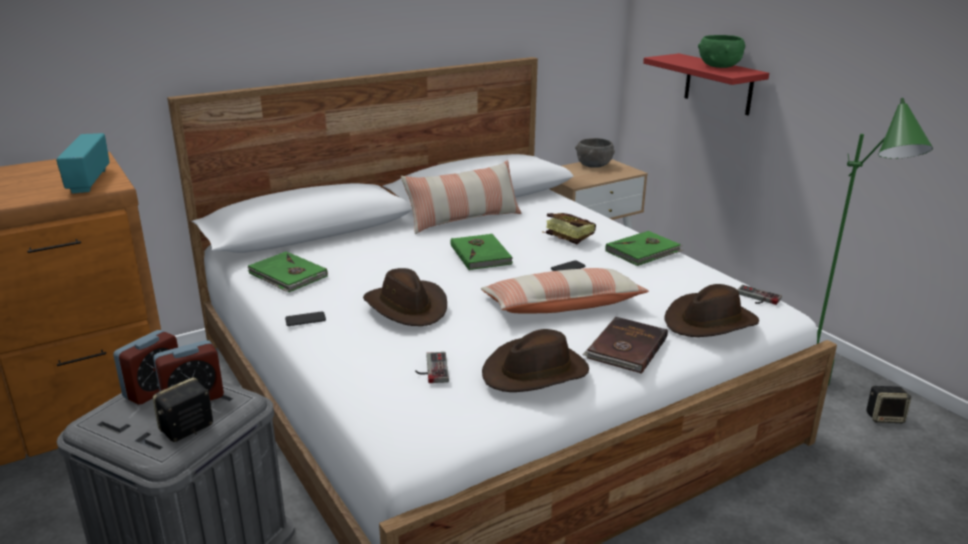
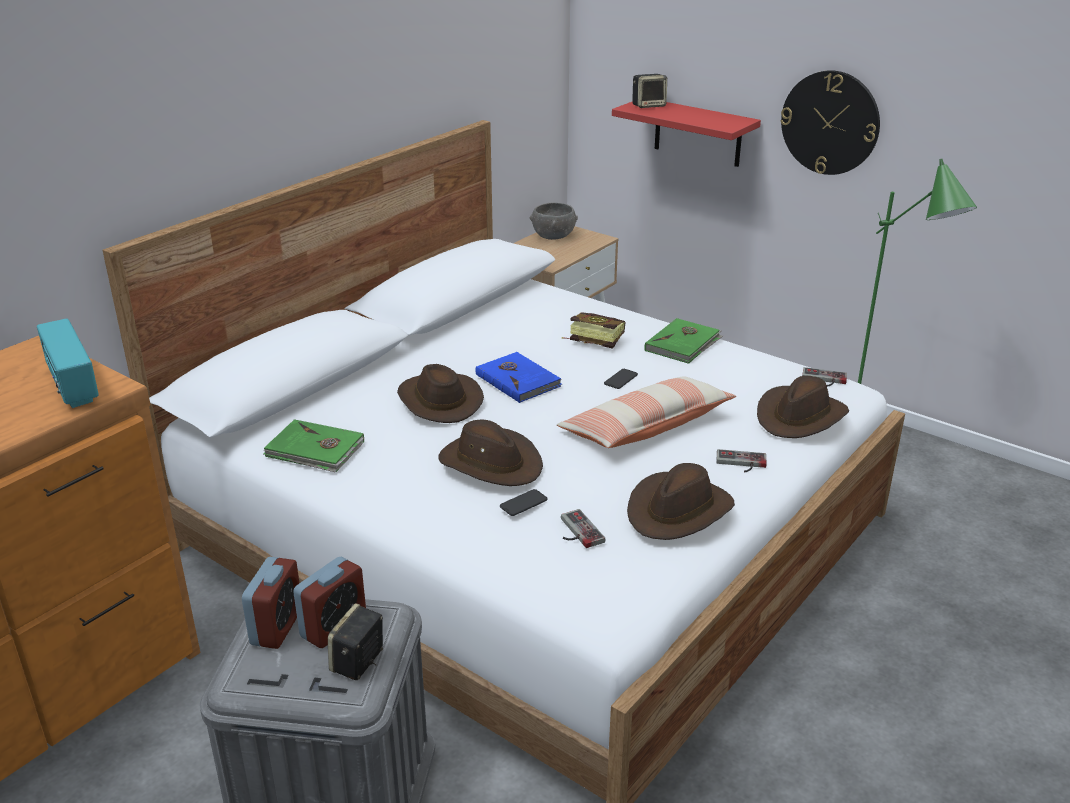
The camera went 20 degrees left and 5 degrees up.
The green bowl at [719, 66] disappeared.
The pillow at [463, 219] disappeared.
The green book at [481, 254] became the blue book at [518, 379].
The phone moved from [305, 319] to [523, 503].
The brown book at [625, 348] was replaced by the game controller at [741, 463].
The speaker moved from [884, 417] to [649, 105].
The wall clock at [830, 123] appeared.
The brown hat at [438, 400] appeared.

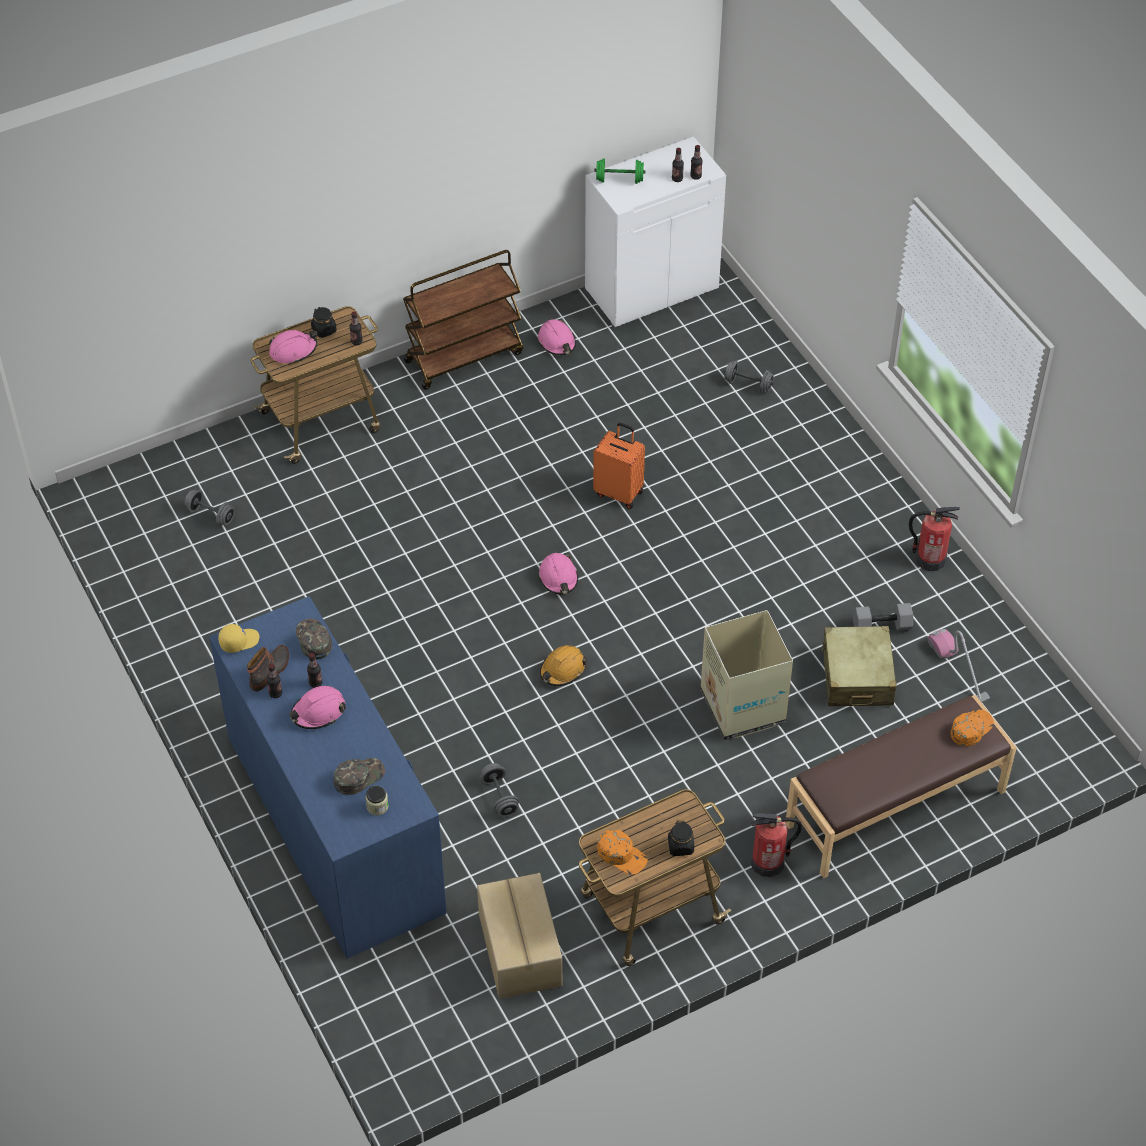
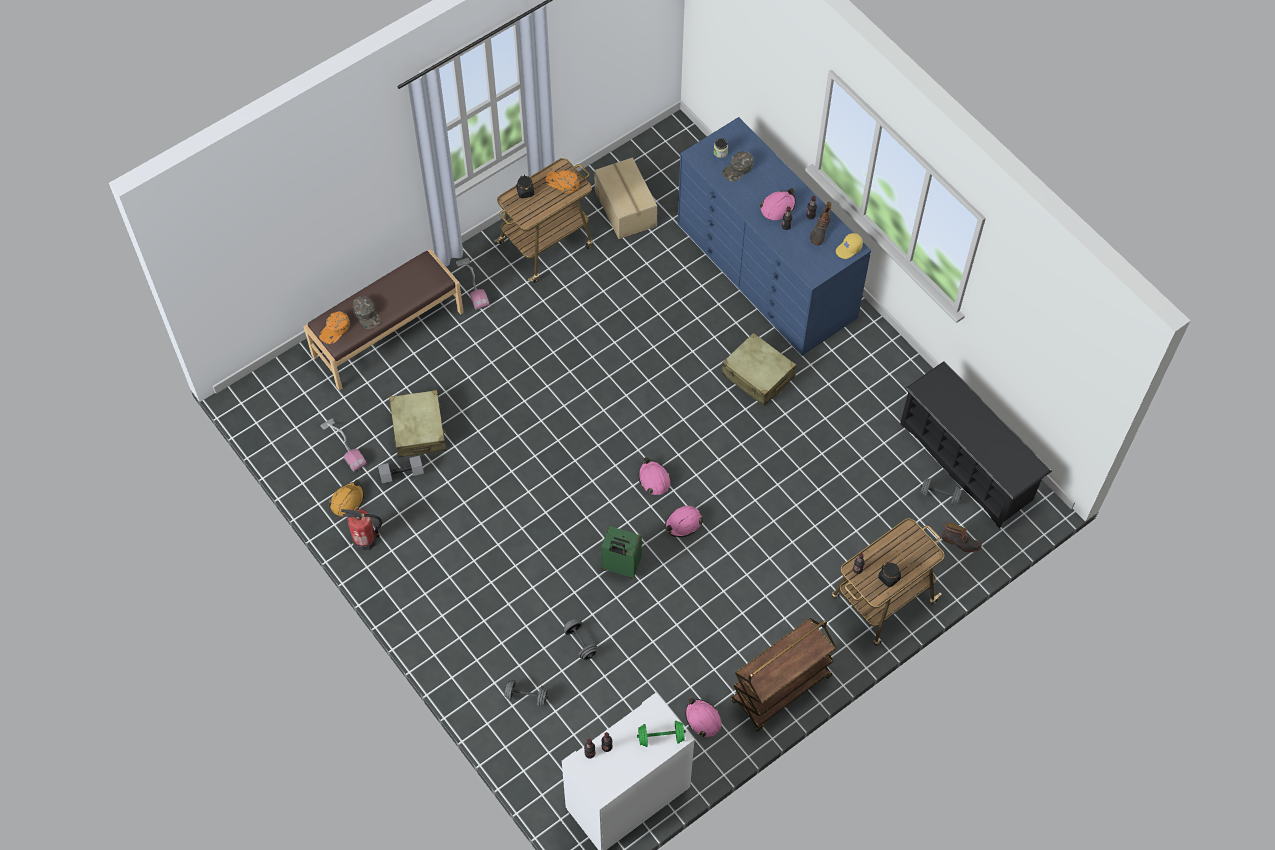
The camera went 170 degrees right and 10 degrees up.
The pink hard hat moved from [293, 351] to [683, 523].
The orange suitcase at [619, 492] became the green suitcase at [620, 566].
The cardboard box at [743, 708] disappeared.
The green cap moved from [313, 640] to [367, 314].
The orange hard hat moved from [562, 670] to [347, 501].
The grey dumbbell moved from [499, 797] to [580, 643].
The fire extinguisher at [768, 862] was replaced by the vacuum cleaner at [472, 284].
The beige suitcase at [758, 376] appeared.
The black shoe rack at [966, 462] appeared.
The boot at [960, 543] appeared.

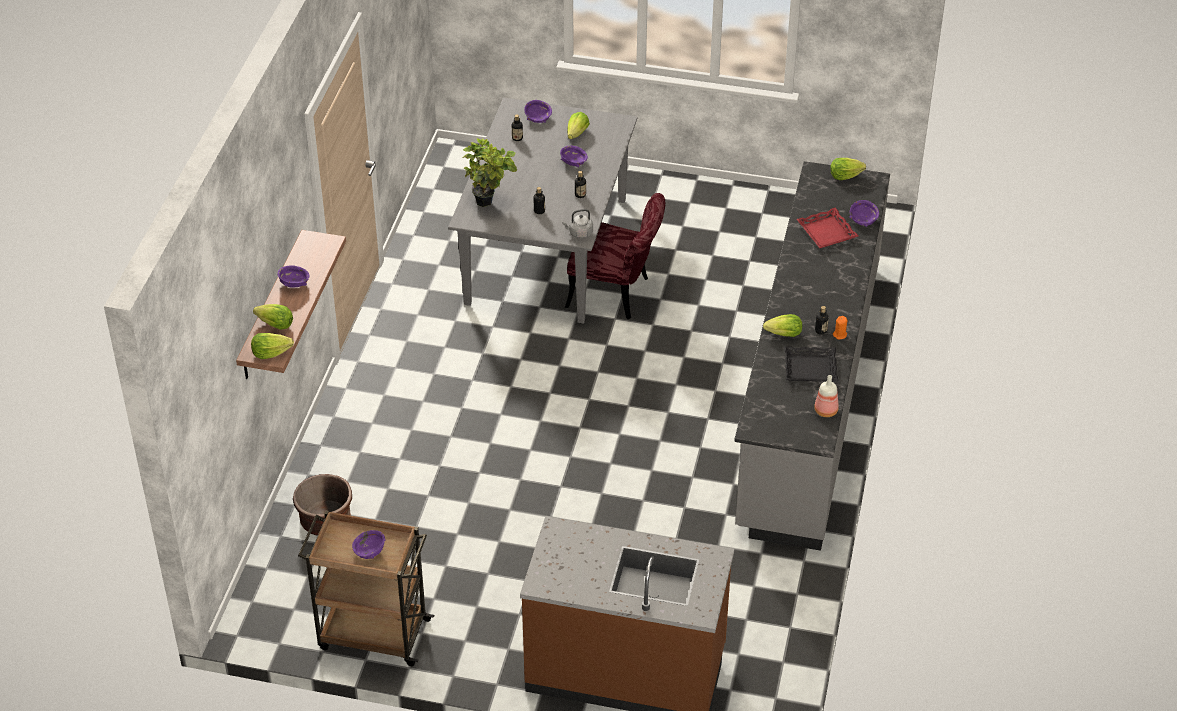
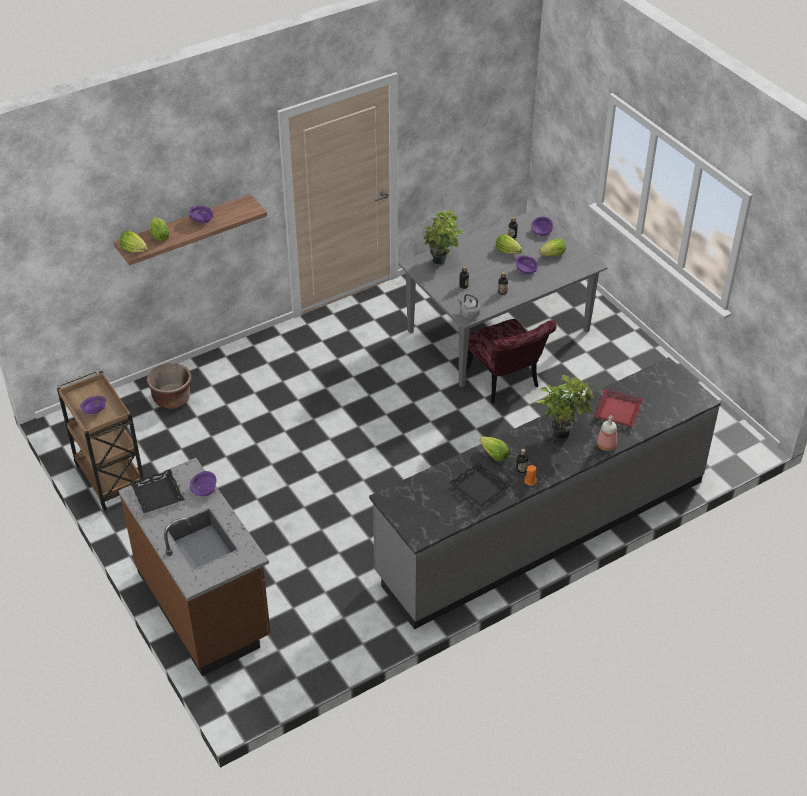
The camera went 45 degrees right and 0 degrees up.
The lettuce moved from [845, 176] to [507, 251].
The purple bowl moved from [863, 220] to [204, 490].
The bottle moved from [825, 410] to [606, 445].
The potted plant at [561, 431] appeared.
The black tray at [157, 495] appeared.

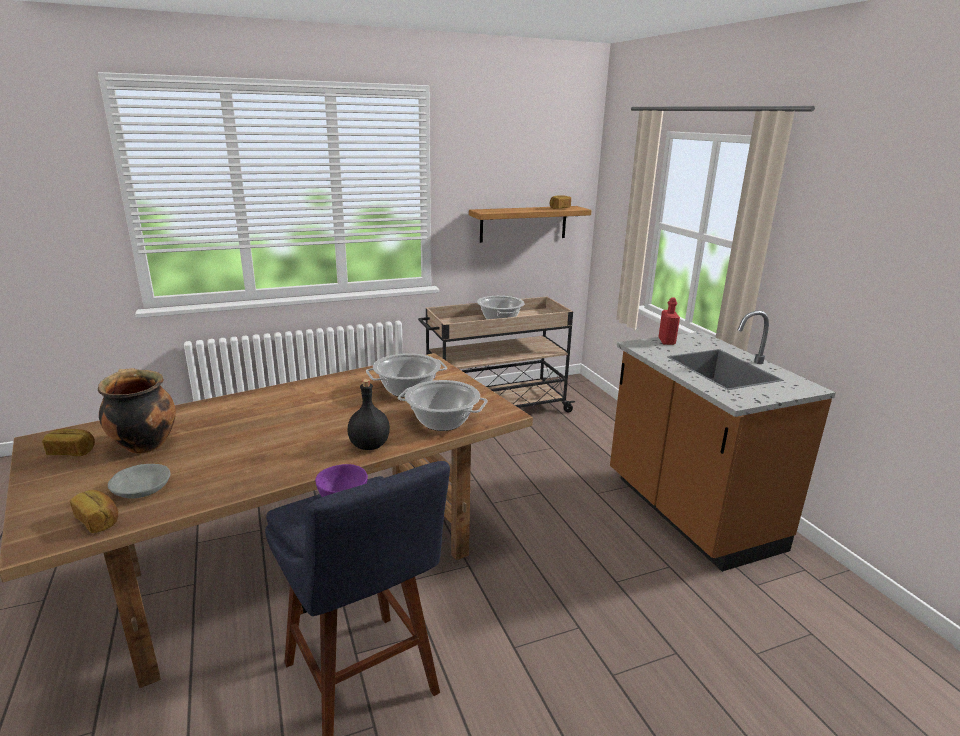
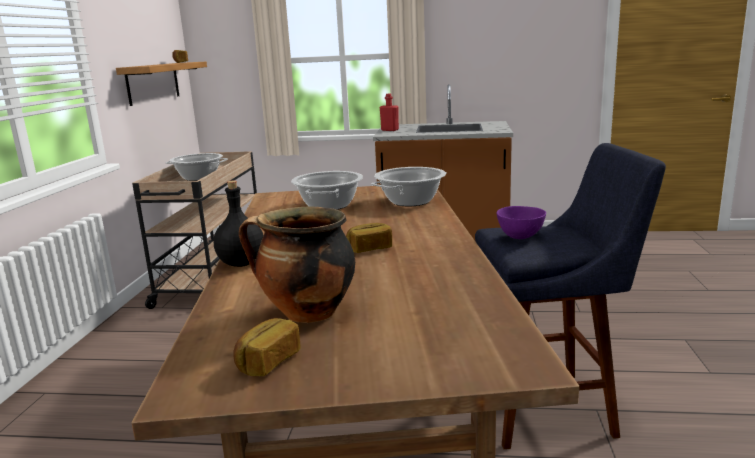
The camera went 60 degrees left and 5 degrees down.
The black bottle moved from [369, 446] to [242, 263].
The grey bowl at [141, 488] disappeared.
The bread moved from [99, 520] to [370, 248].

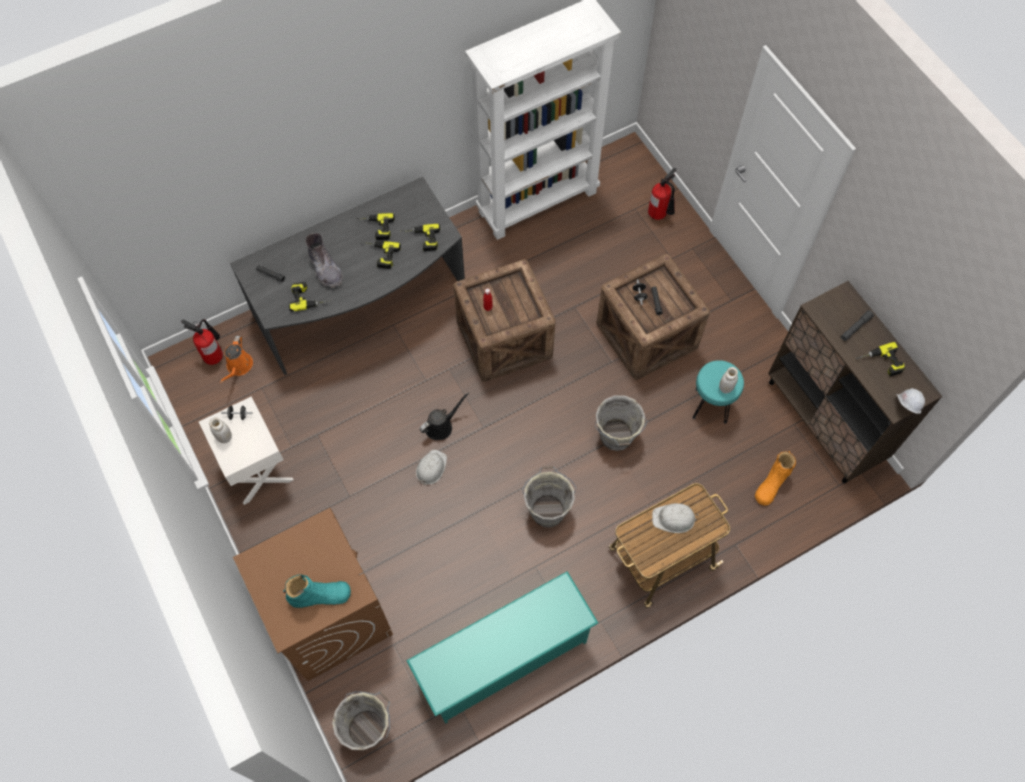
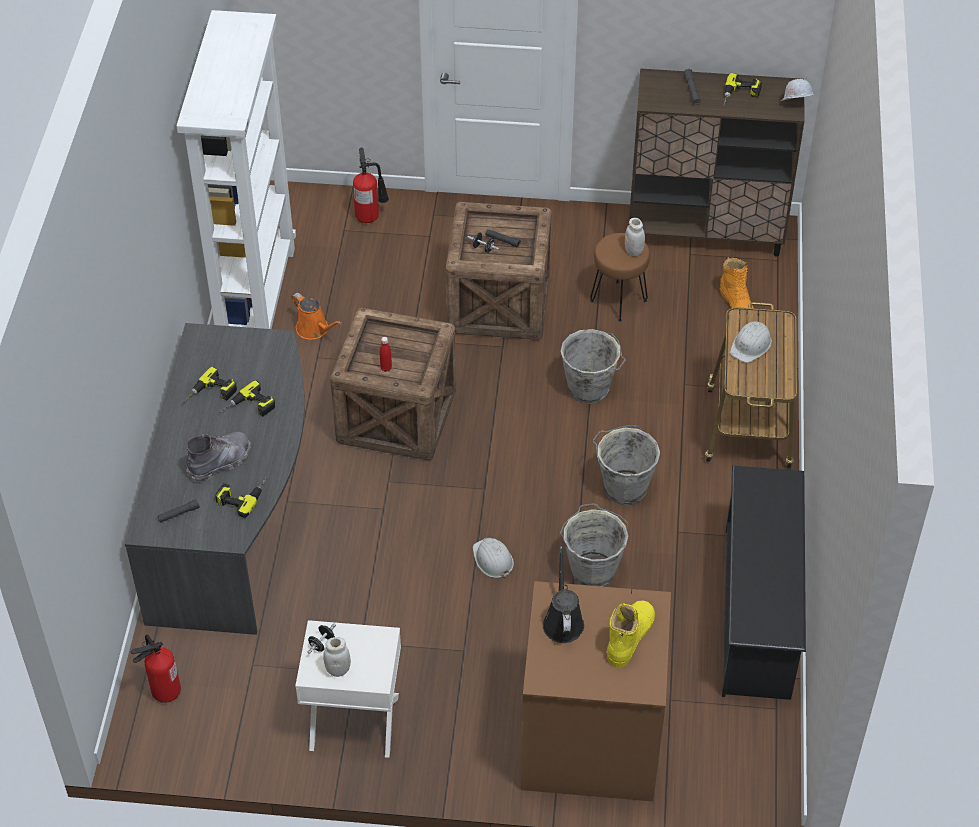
The camera went 55 degrees left and 15 degrees down.
The power drill at [421, 240] disappeared.
The grey boot at [325, 269] turned 45 degrees counterclockwise.
The orange watering can moved from [239, 366] to [314, 329].
The turquoise stool at [711, 406] became the brown stool at [619, 301].
The black watering can moved from [441, 426] to [562, 621].
The turquoise shoe rack at [503, 659] became the black shoe rack at [757, 612].
The turquoise boot at [320, 596] became the yellow boot at [629, 637].
The grey bucket moved from [368, 727] to [592, 569].

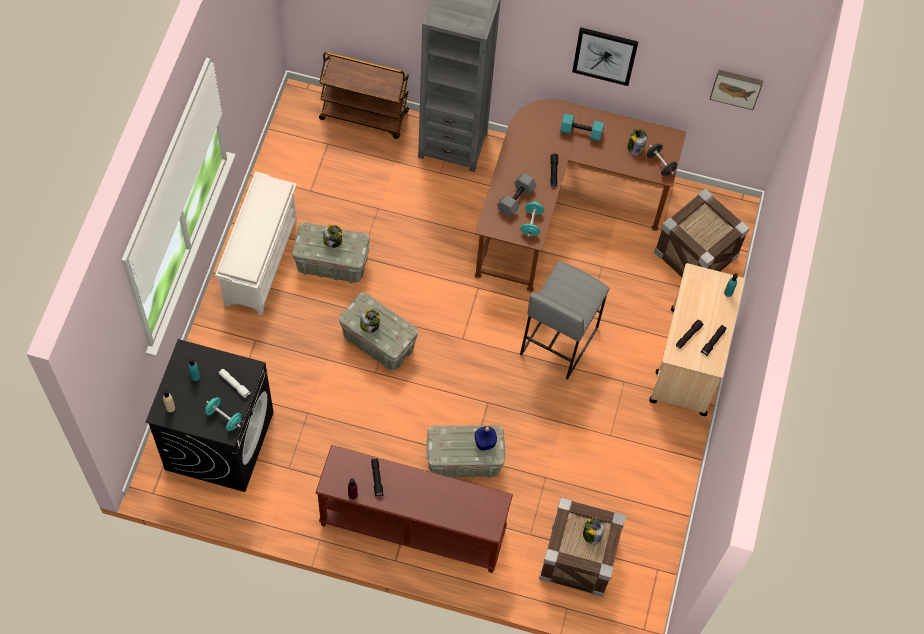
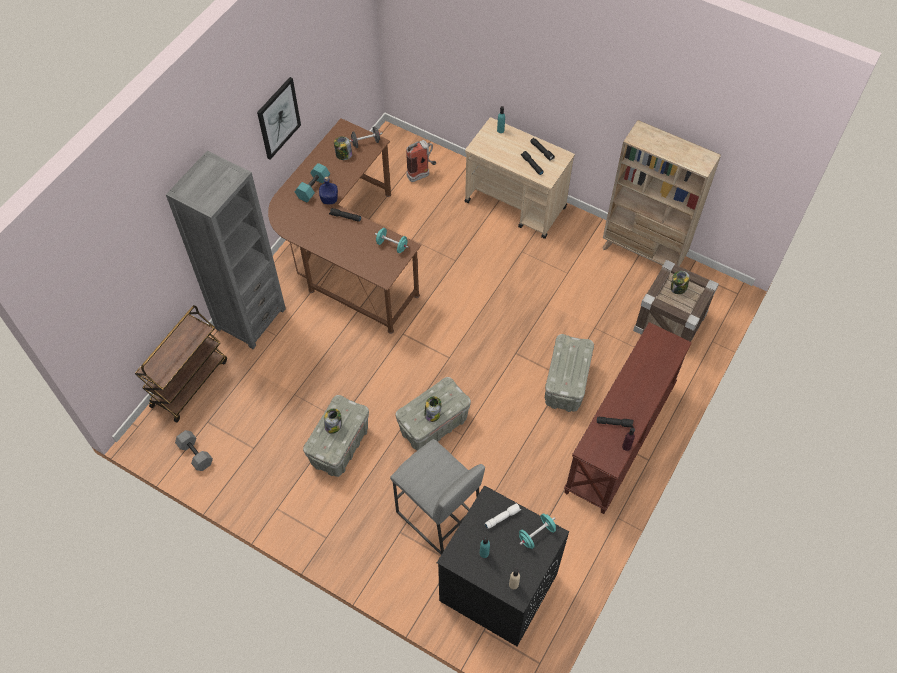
The camera went 70 degrees left and 5 degrees down.
The picture at [736, 87] disappeared.
The white shoe rack at [260, 260] disappeared.
The grey dumbbell moved from [515, 199] to [194, 454].
The crate at [695, 254] was replaced by the fire extinguisher at [422, 174].
The grey stool moved from [558, 340] to [437, 516].
The blue bottle moved from [484, 443] to [329, 200].
The beige bookcase at [643, 254] appeared.

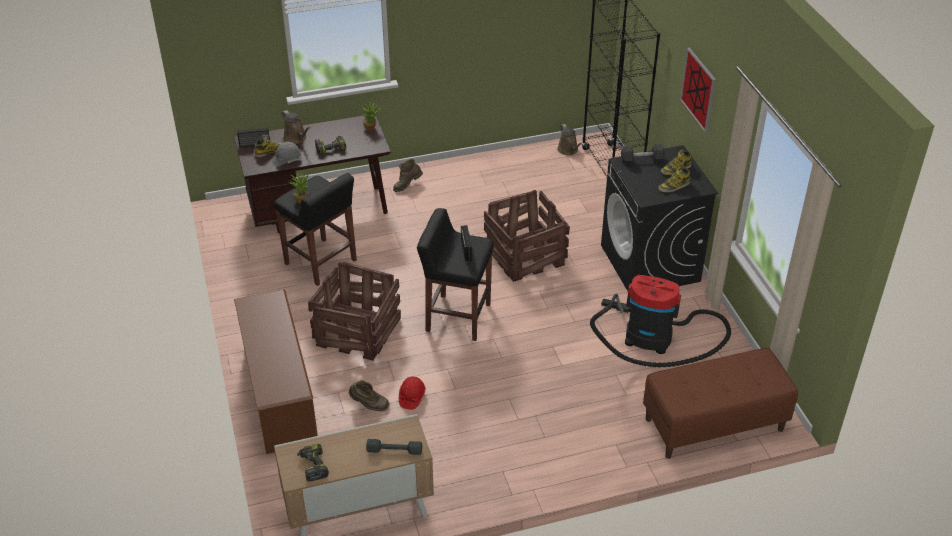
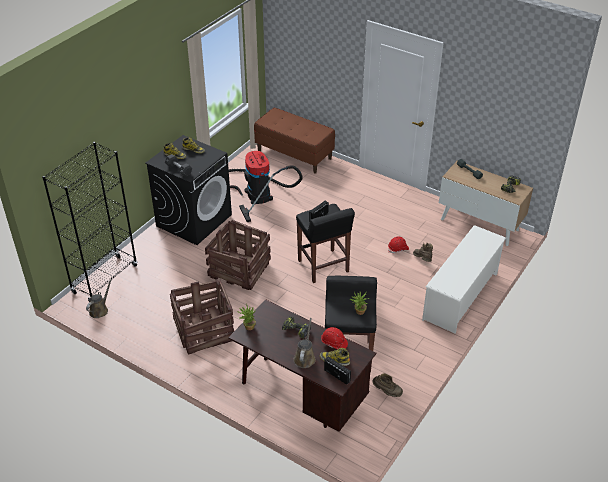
The camera went 130 degrees left and 0 degrees up.
The picture at [698, 89] disappeared.
The grey hard hat at [287, 160] became the red hard hat at [334, 343].
The brown boot moved from [407, 186] to [386, 391].
The crate moved from [358, 332] to [204, 330].
The brown shoe rack at [279, 395] became the white shoe rack at [461, 296].

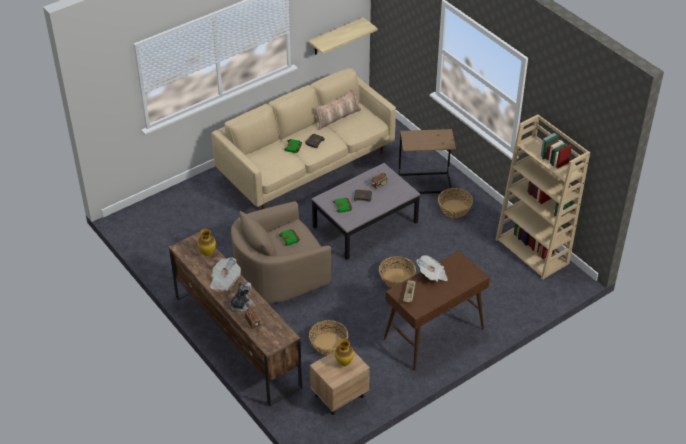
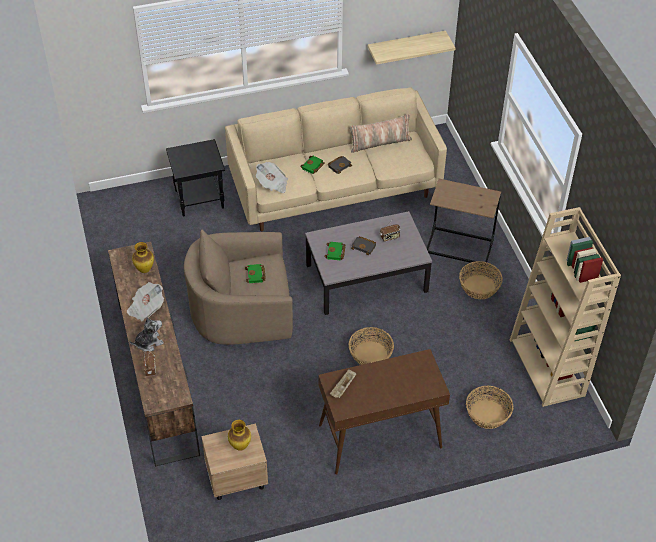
The camera went 20 degrees right and 5 degrees up.
The newspaper moved from [432, 275] to [272, 184].
The basket moved from [328, 344] to [487, 414].
The black side table at [200, 199] appeared.

